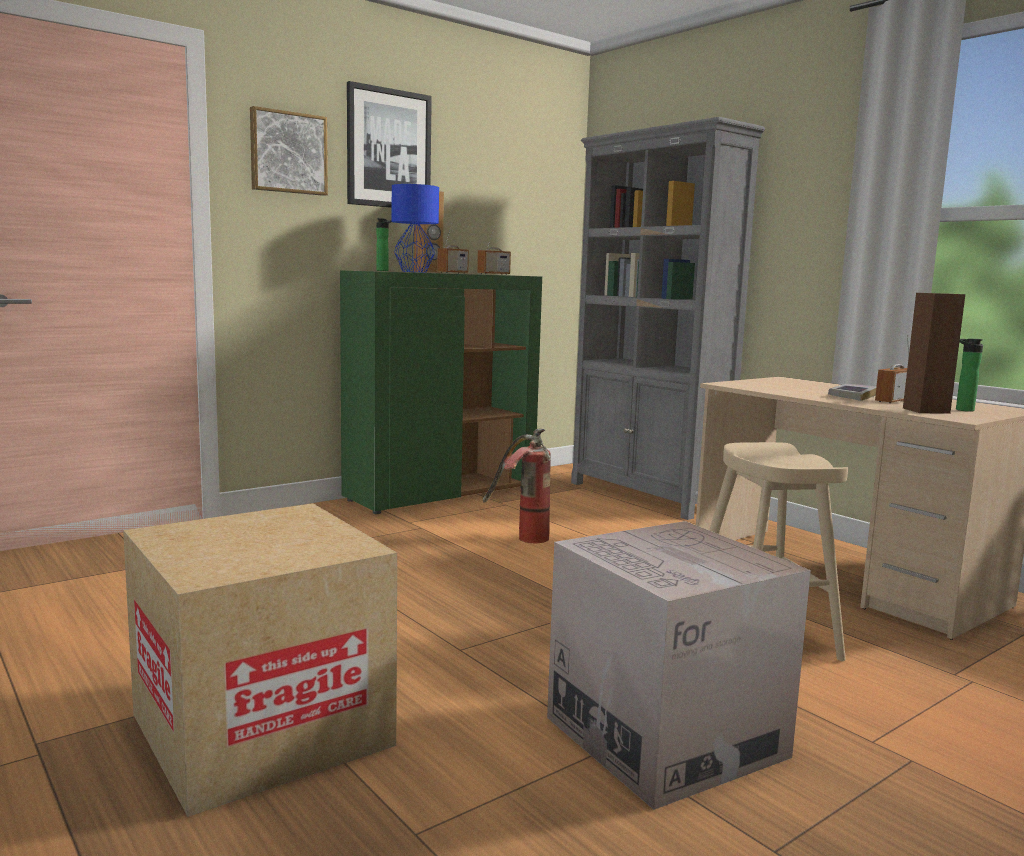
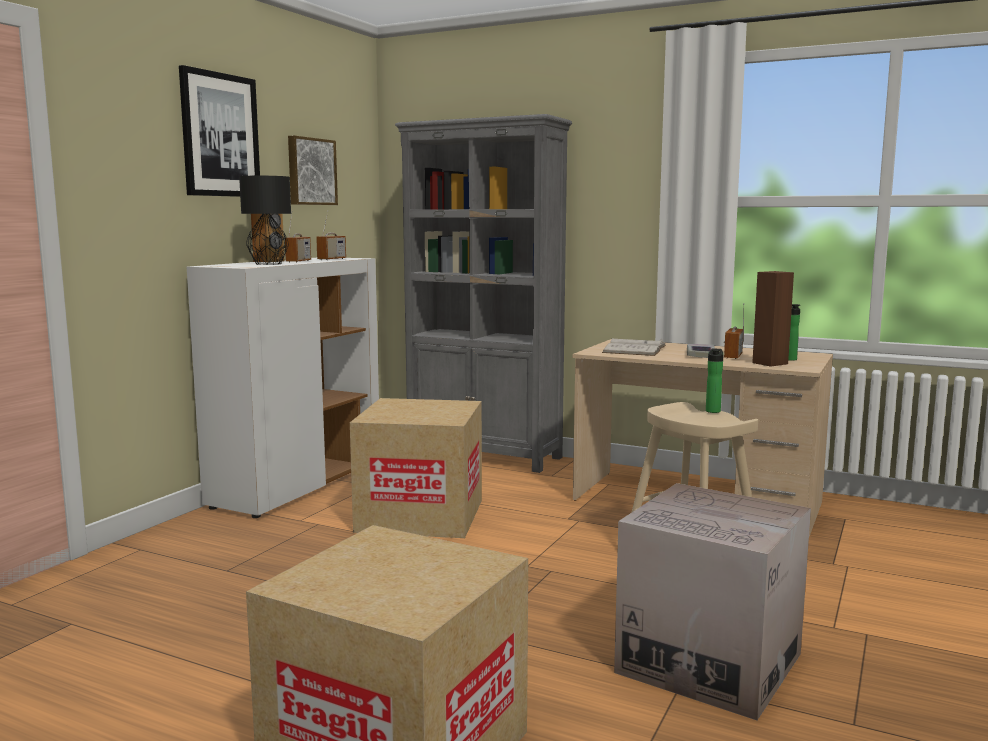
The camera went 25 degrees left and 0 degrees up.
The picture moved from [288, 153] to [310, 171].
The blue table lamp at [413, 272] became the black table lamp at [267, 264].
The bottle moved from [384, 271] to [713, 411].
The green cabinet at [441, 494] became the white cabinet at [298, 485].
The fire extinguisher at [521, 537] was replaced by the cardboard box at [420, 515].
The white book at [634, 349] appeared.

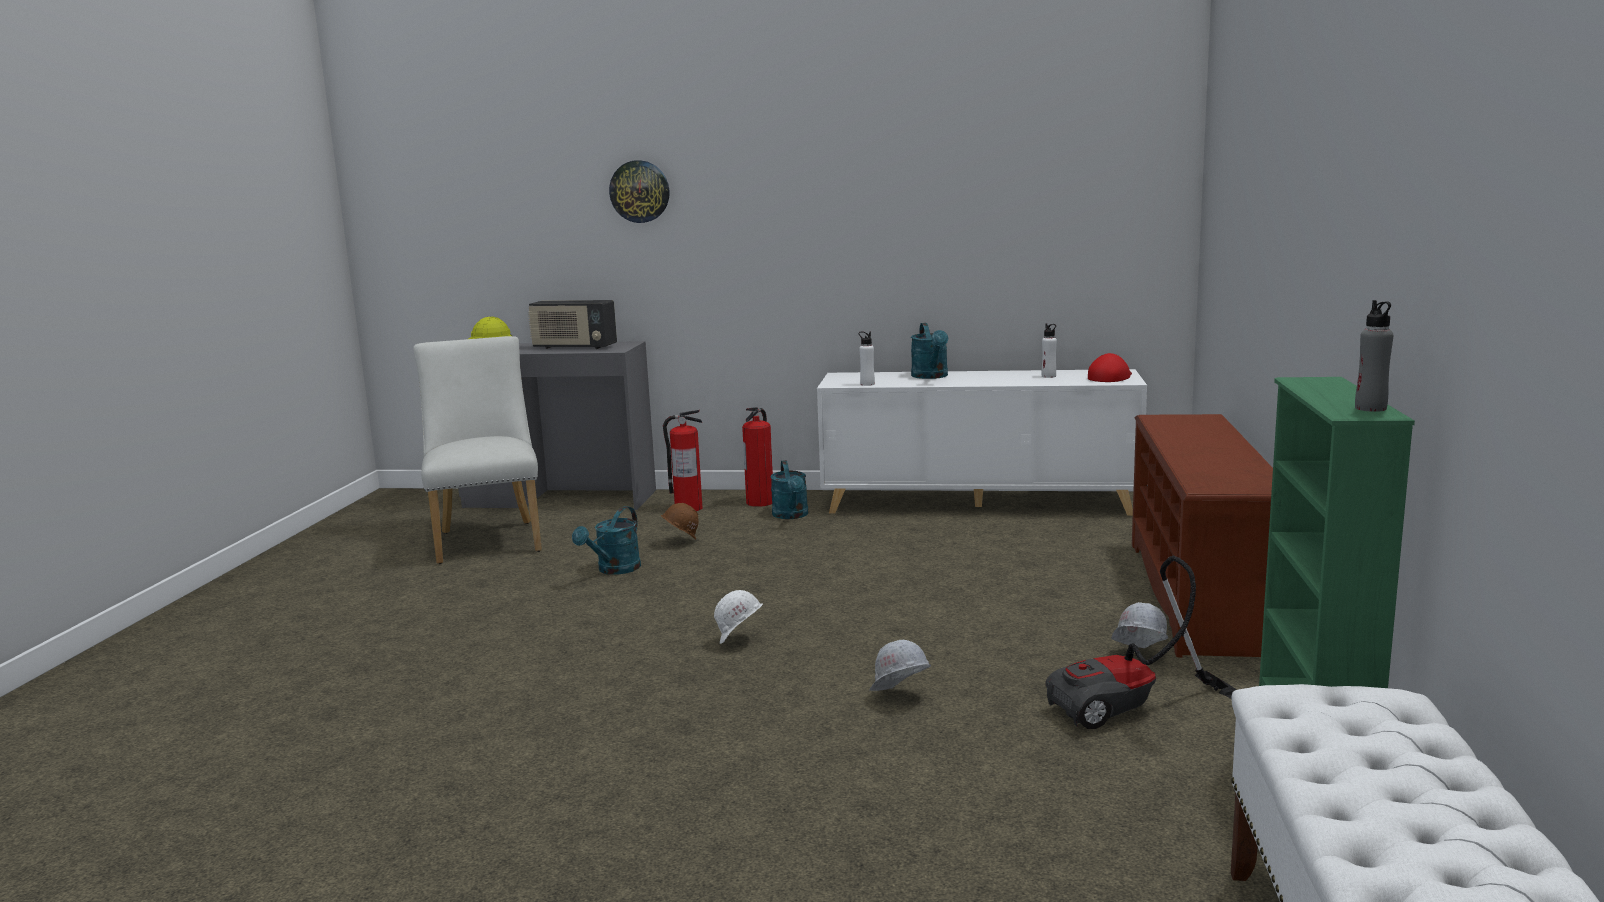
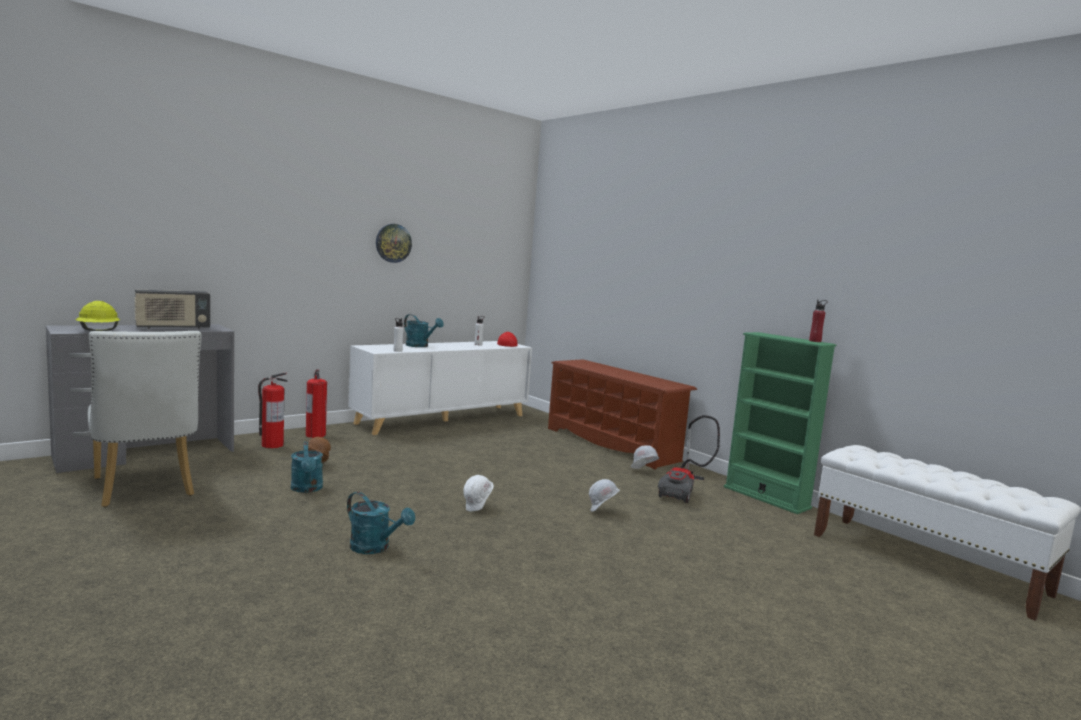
The camera went 50 degrees left and 5 degrees down.
The wall clock moved from [639, 191] to [393, 243].
The grey bottle at [1370, 408] became the red bottle at [815, 341].
The white chair at [488, 539] turned 150 degrees counterclockwise.
The turquoise watering can moved from [791, 516] to [375, 548].

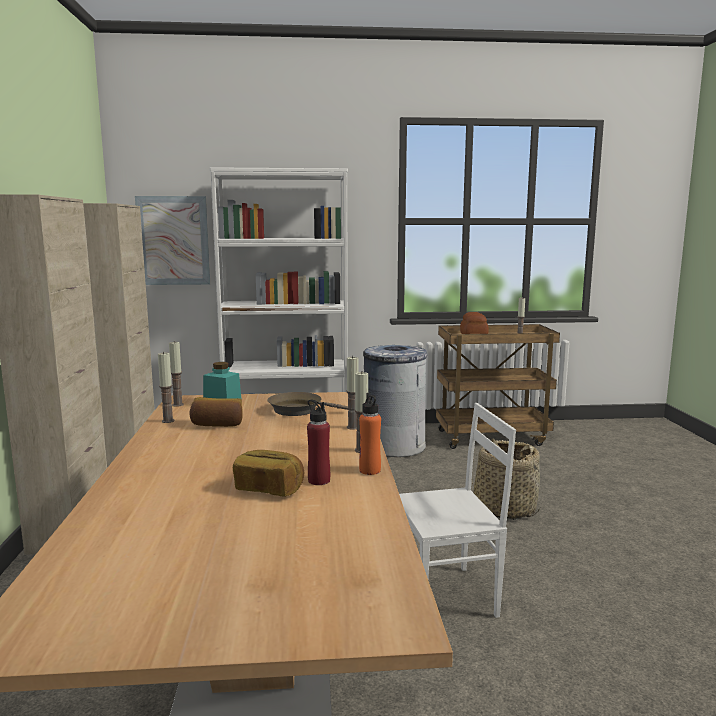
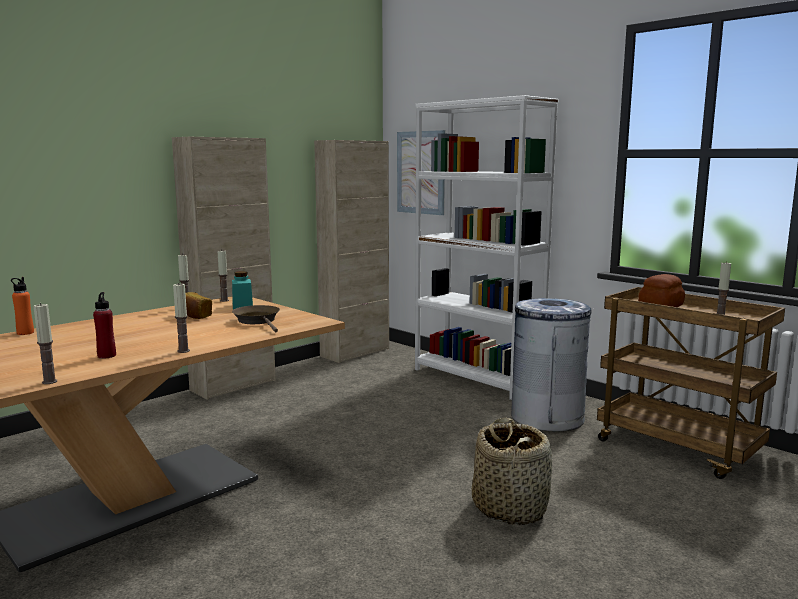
The camera went 50 degrees right and 0 degrees up.
The candle moved from [352, 427] to [49, 382].
The orange bottle moved from [370, 470] to [25, 333].
The white chair at [447, 596] disappeared.
The bread at [269, 489] disappeared.

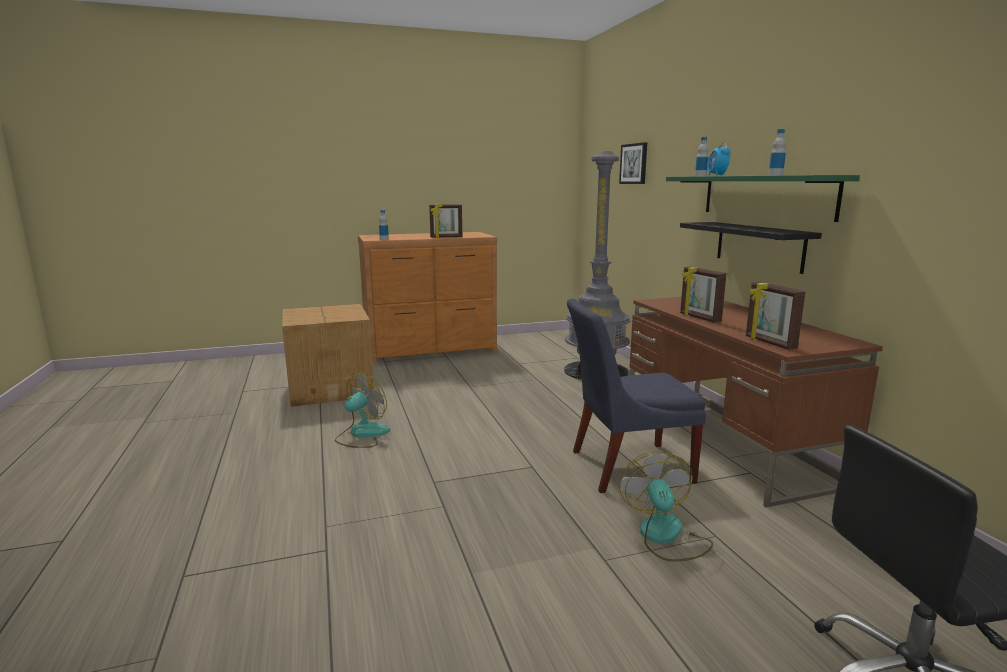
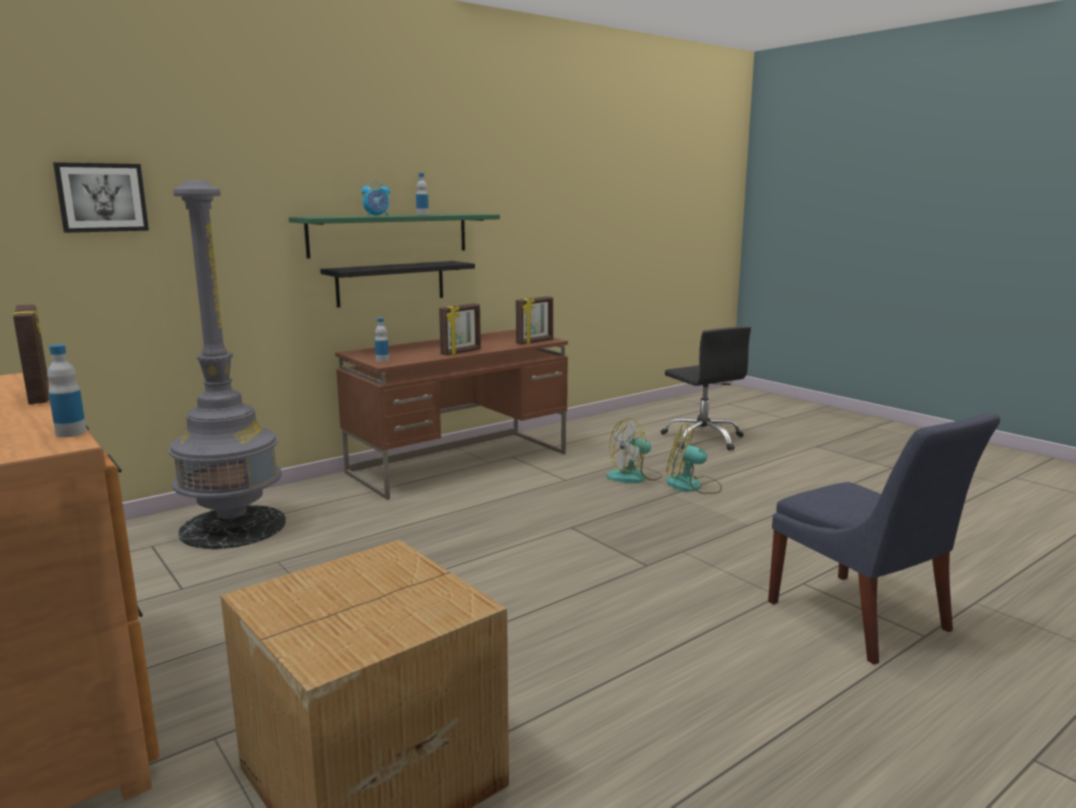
The camera went 110 degrees left and 0 degrees up.
The bottle moved from [700, 176] to [382, 360].
The blue chair moved from [625, 466] to [863, 620].
The fan moved from [362, 434] to [692, 486].

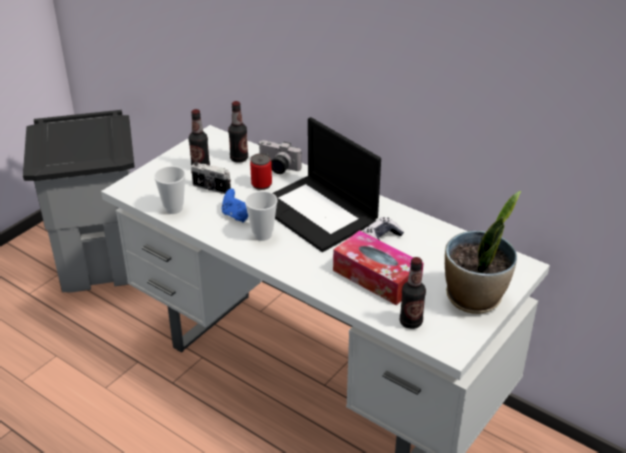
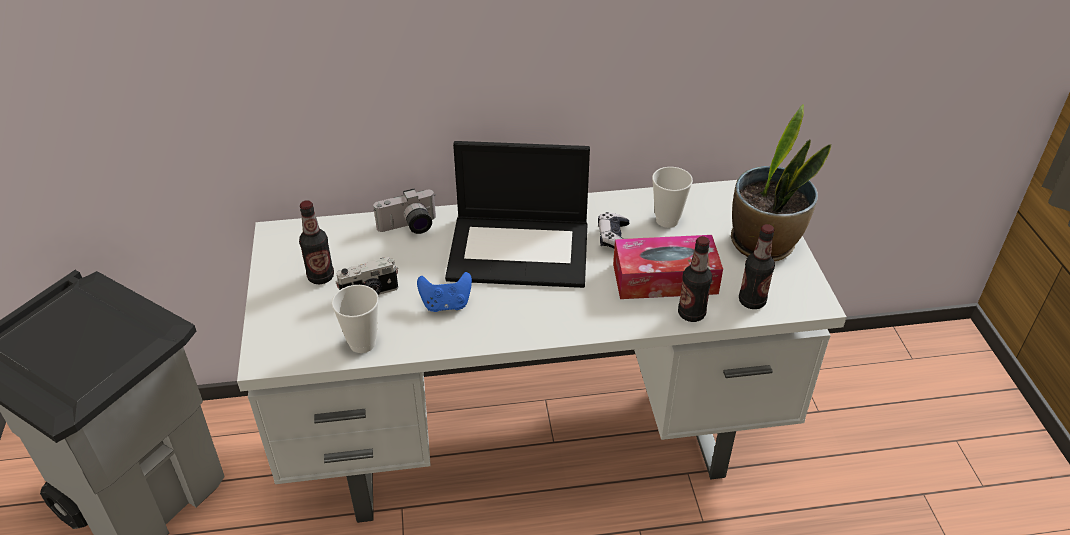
The camera went 45 degrees left and 5 degrees up.
The bottle moved from [239, 158] to [691, 314].
The can at [261, 184] disappeared.
The cup moved from [262, 235] to [667, 220].

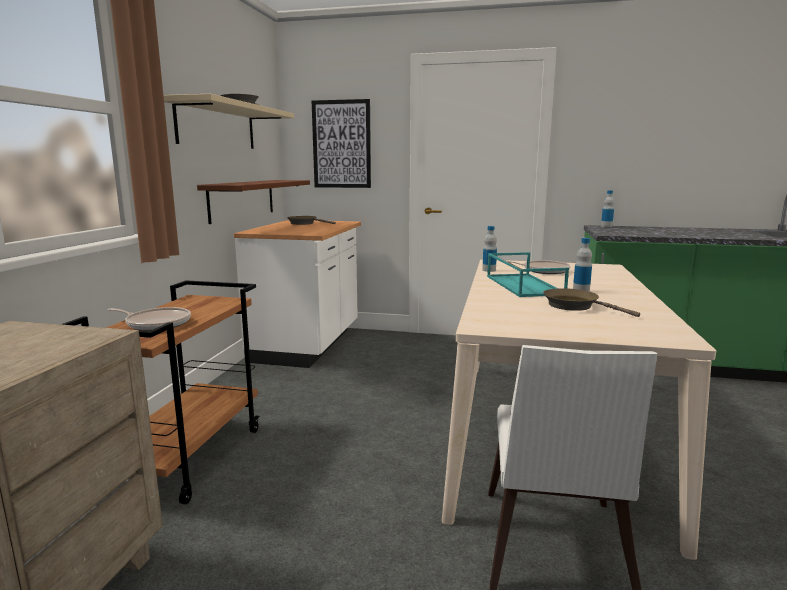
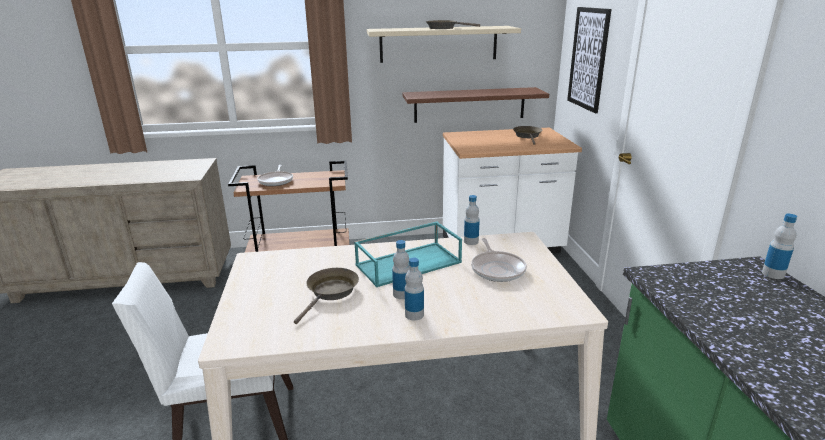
The camera went 70 degrees right and 10 degrees up.
The bottle at [414, 315] appeared.

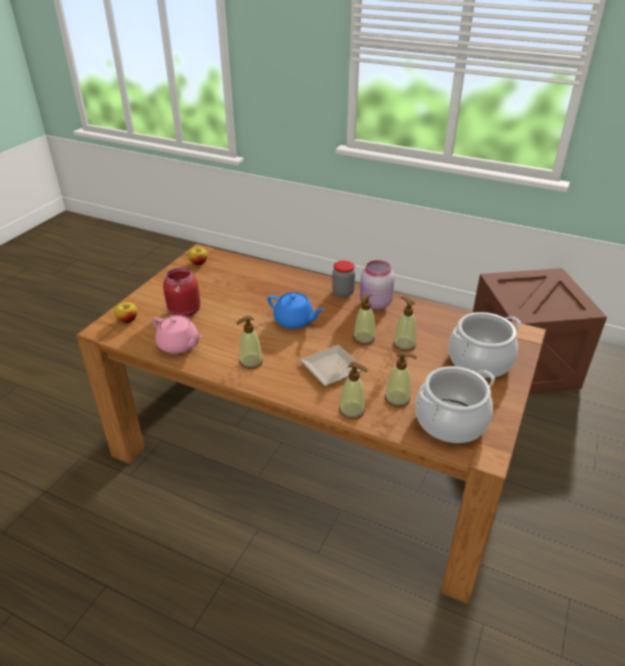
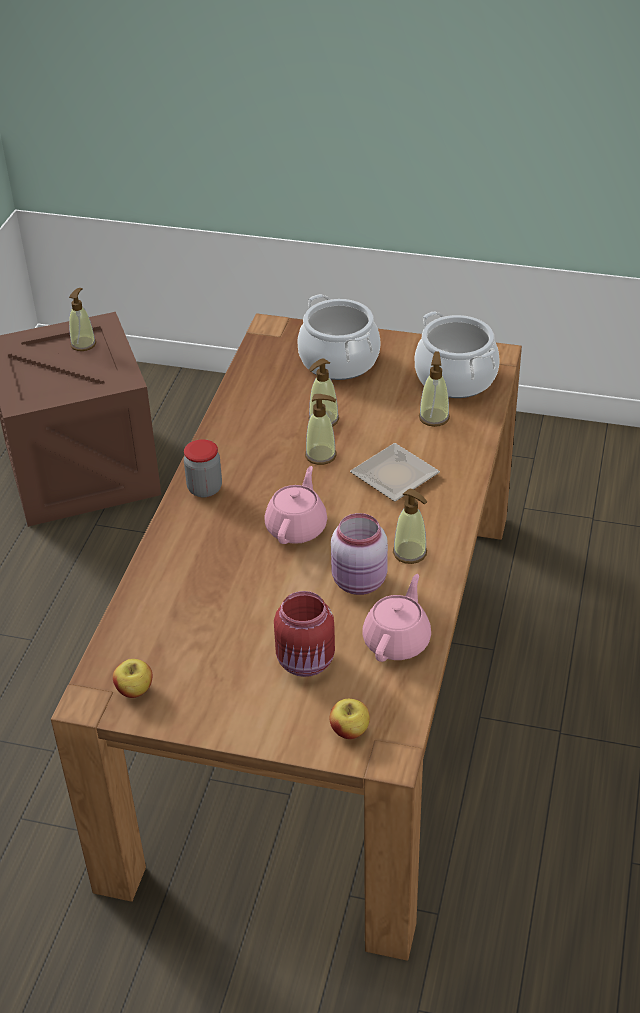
The camera went 100 degrees left and 5 degrees up.
The pink jar moved from [374, 304] to [360, 582].
The blue teapot at [294, 321] became the pink teapot at [297, 527].
The soap dispenser moved from [352, 411] to [83, 344].

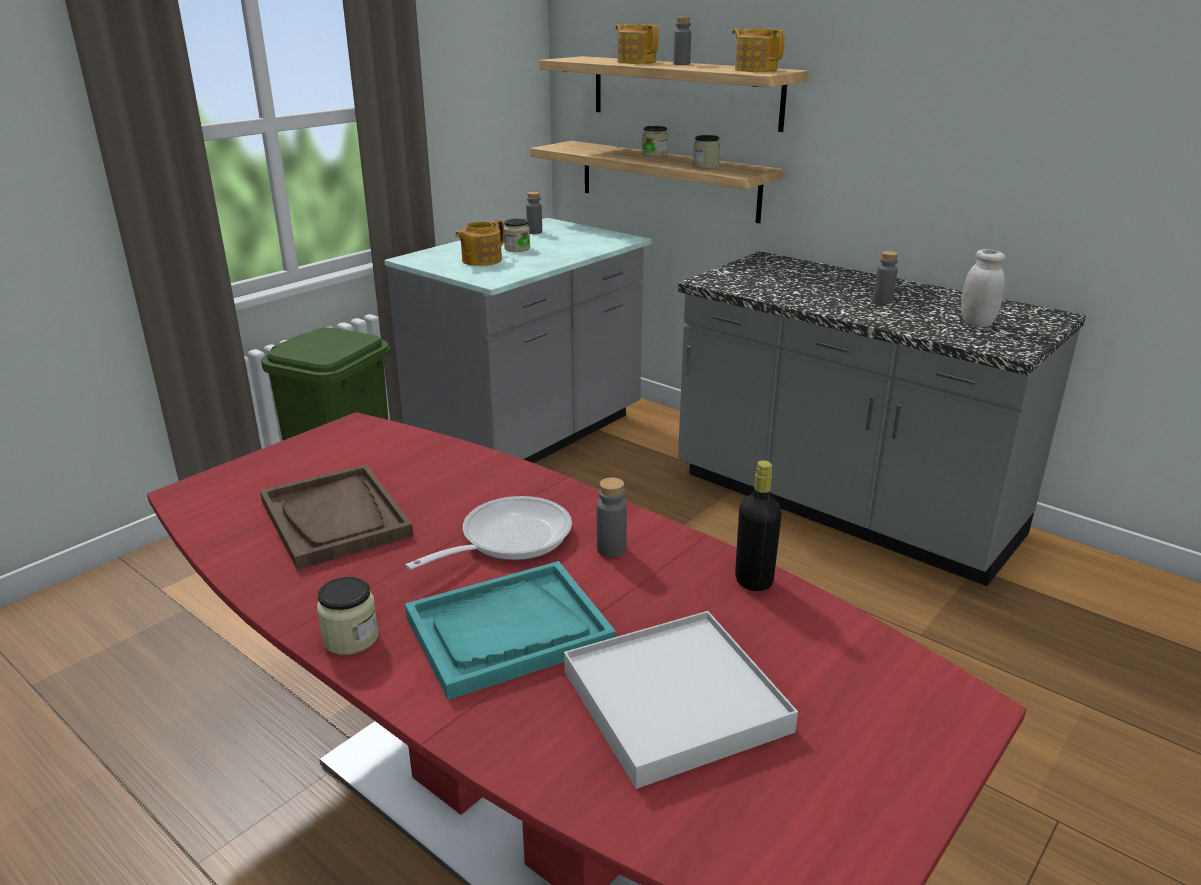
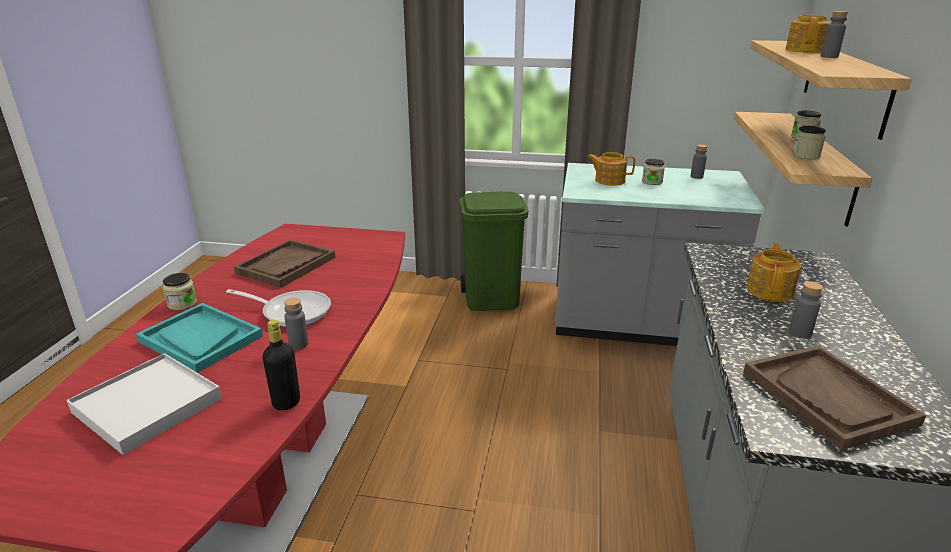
The camera went 60 degrees right and 0 degrees up.
The teapot moved from [755, 70] to [770, 290].
The white jar at [976, 323] was replaced by the brown tray at [827, 397].

